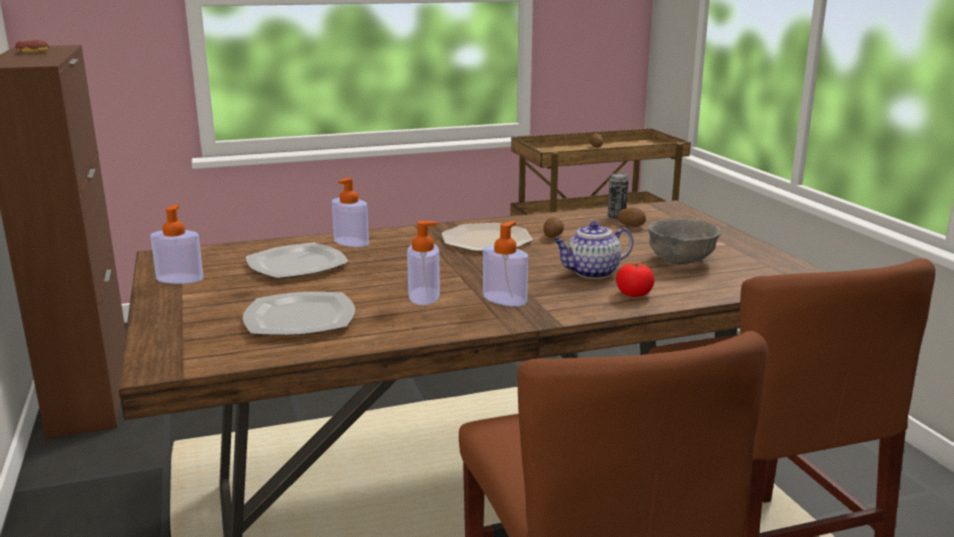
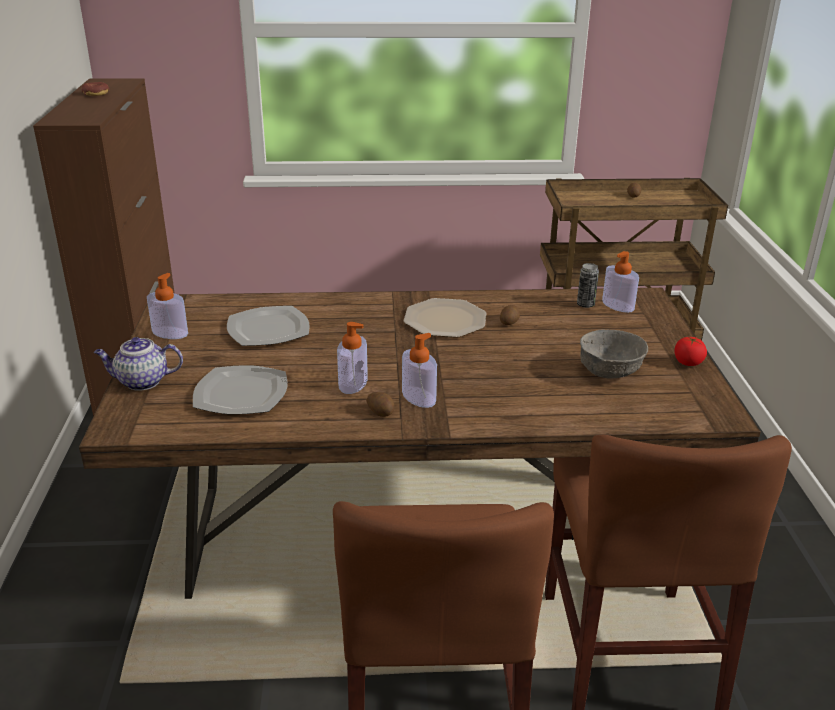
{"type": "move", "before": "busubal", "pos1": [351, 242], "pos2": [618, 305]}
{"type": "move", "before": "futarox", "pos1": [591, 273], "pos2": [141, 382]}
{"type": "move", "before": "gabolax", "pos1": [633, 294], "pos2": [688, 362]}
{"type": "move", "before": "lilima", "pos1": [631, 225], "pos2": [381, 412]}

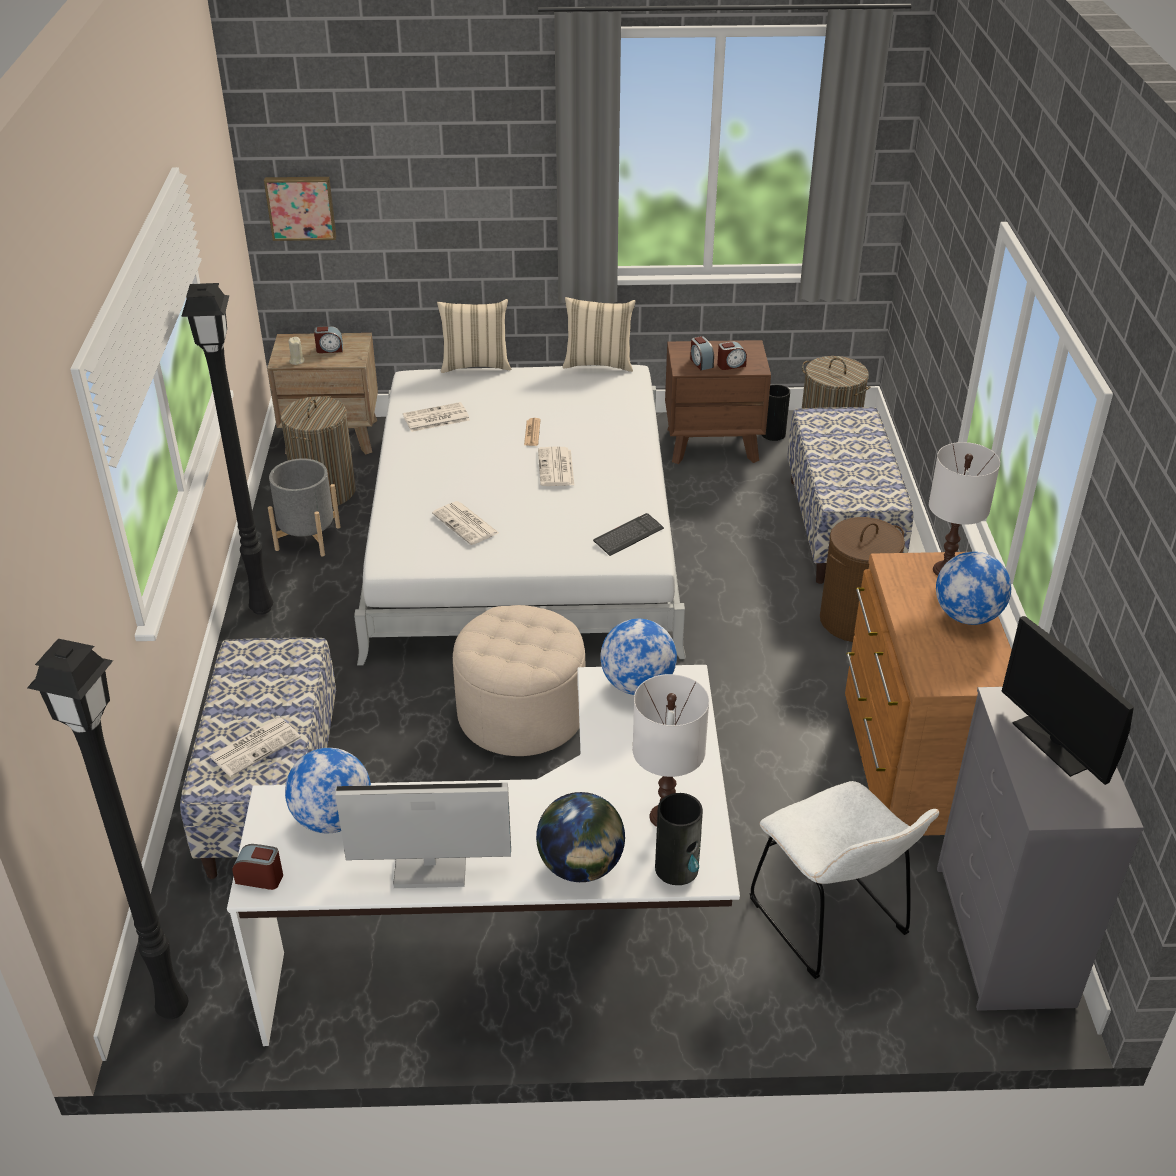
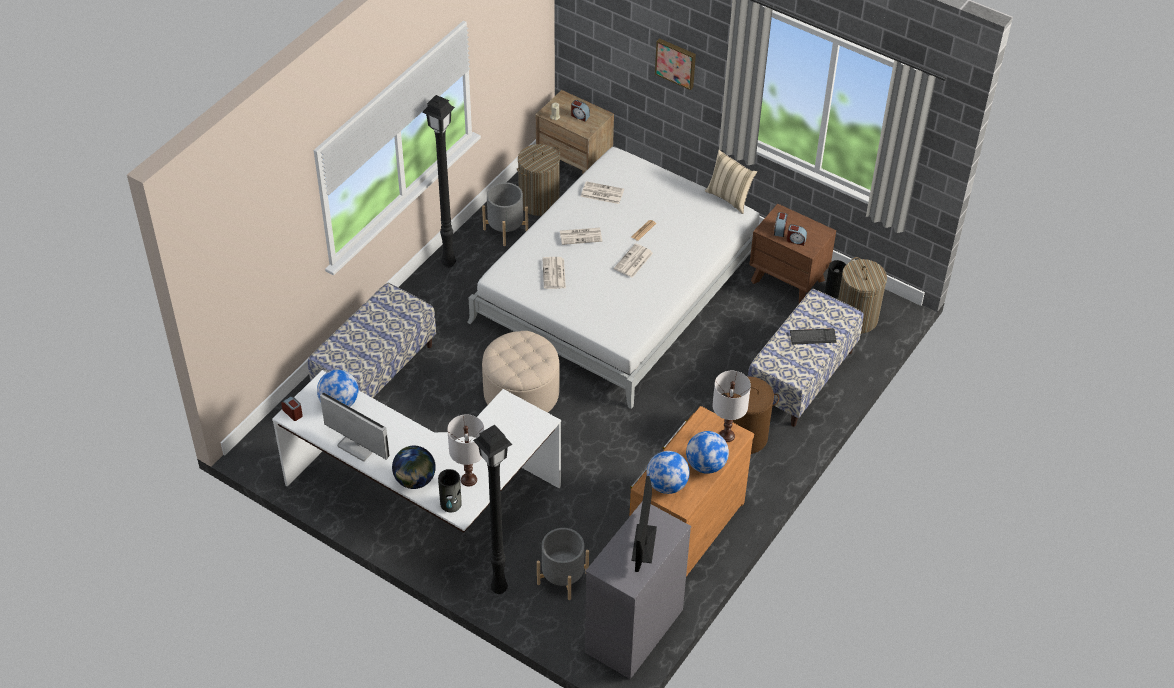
{"type": "delete", "before": "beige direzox", "pos1": [475, 365]}
{"type": "move", "before": "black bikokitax", "pos1": [170, 1009], "pos2": [497, 588]}
{"type": "move", "before": "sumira", "pos1": [255, 746], "pos2": [581, 236]}
{"type": "move", "before": "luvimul", "pos1": [301, 207], "pos2": [676, 62]}
{"type": "move", "before": "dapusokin", "pos1": [628, 536], "pos2": [812, 337]}
{"type": "move", "before": "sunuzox", "pos1": [637, 685], "pos2": [666, 485]}
{"type": "replace", "before": "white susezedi", "after": "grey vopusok", "pos1": [832, 923], "pos2": [562, 578]}

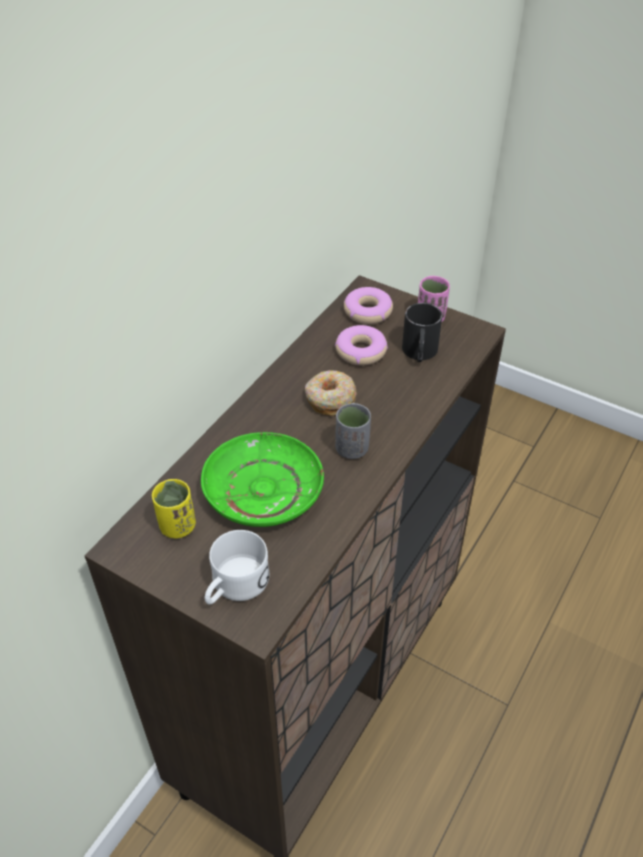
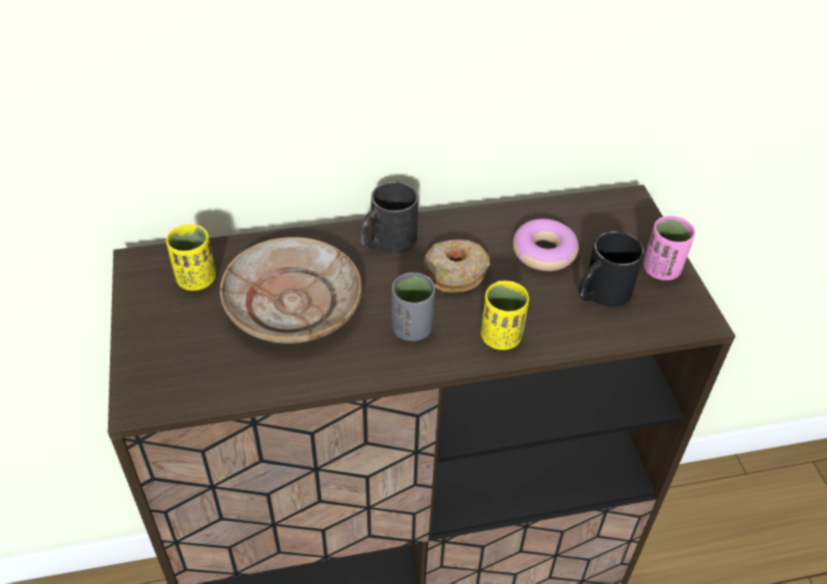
{"type": "delete", "before": "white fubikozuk", "pos1": [234, 586]}
{"type": "delete", "before": "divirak", "pos1": [367, 312]}
{"type": "insert", "after": "black fubikozuk", "pos2": [386, 242]}
{"type": "insert", "after": "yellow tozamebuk", "pos2": [501, 337]}
{"type": "recolor", "before": "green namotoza", "after": "beige namotoza", "pos1": [262, 490], "pos2": [293, 303]}

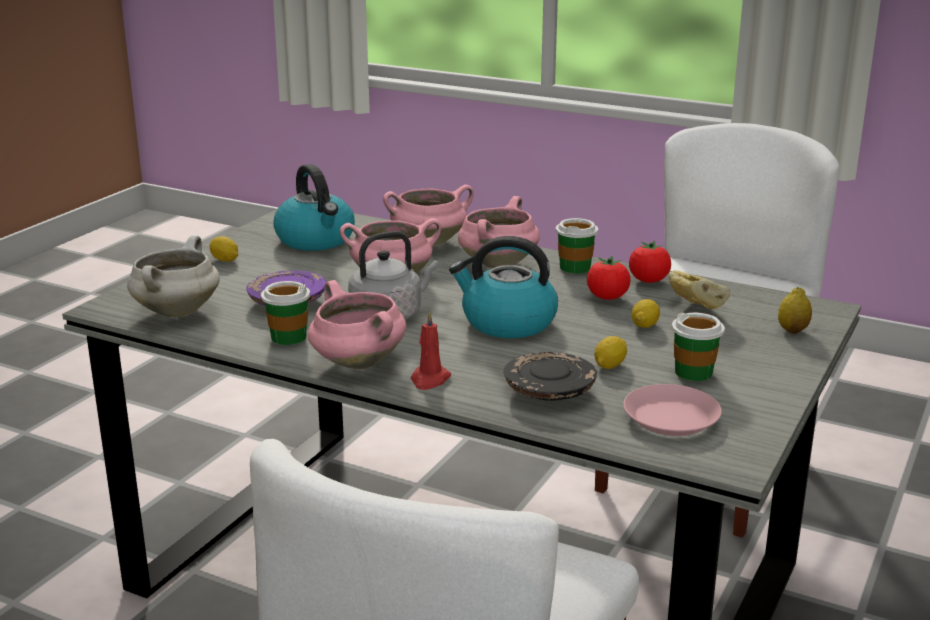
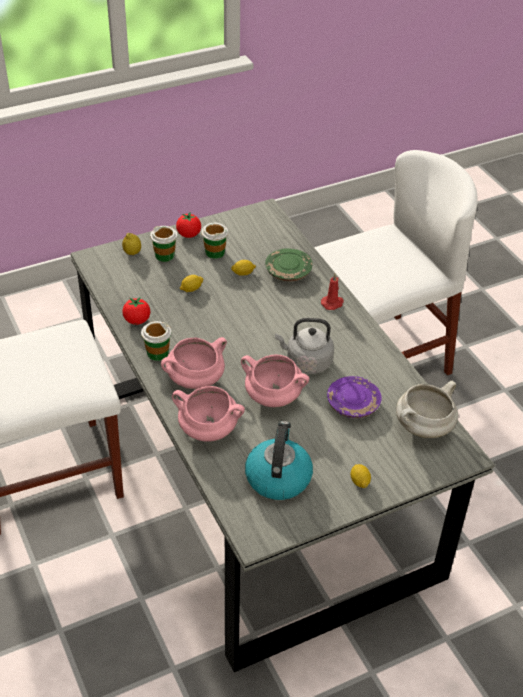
{"type": "delete", "before": "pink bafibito", "pos1": [356, 362]}
{"type": "delete", "before": "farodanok", "pos1": [507, 323]}
{"type": "delete", "before": "pink namotoza", "pos1": [671, 417]}
{"type": "delete", "before": "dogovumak", "pos1": [695, 309]}
{"type": "move", "before": "tozamebuk", "pos1": [288, 337], "pos2": [164, 255]}
{"type": "move", "before": "gabolax", "pos1": [607, 297], "pos2": [189, 234]}
{"type": "recolor", "before": "black namotoza", "after": "green namotoza", "pos1": [549, 391], "pos2": [288, 272]}

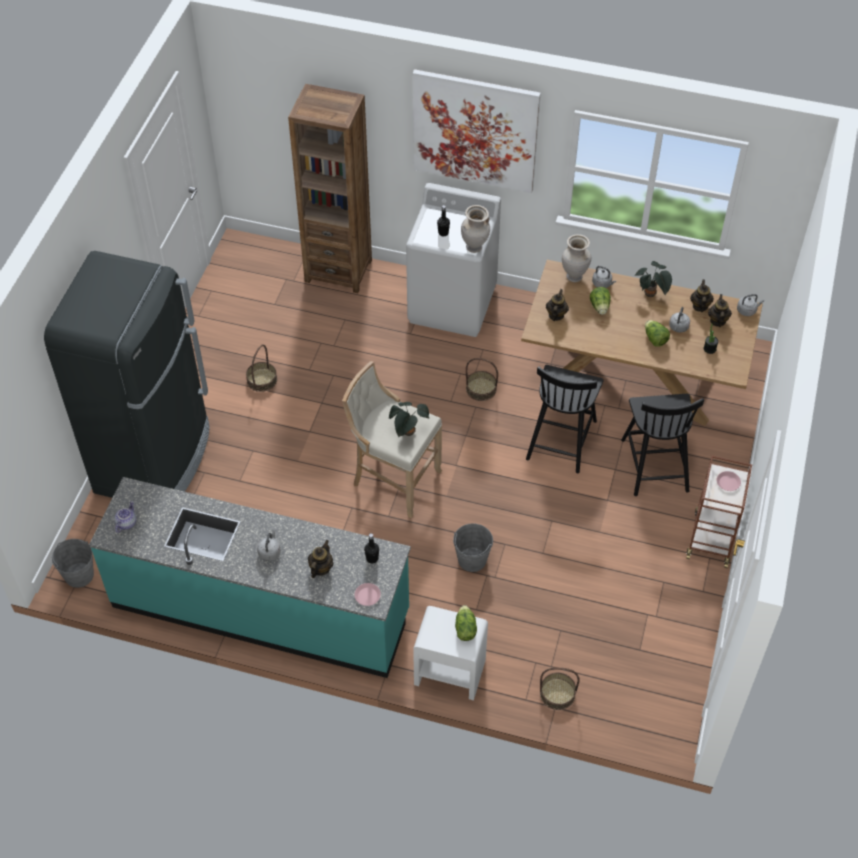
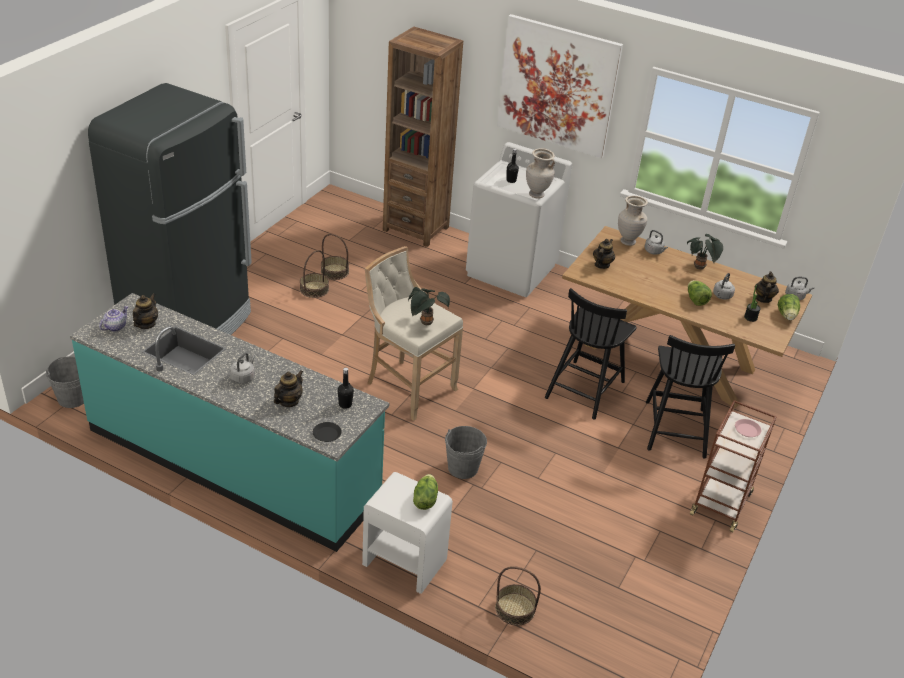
{"type": "move", "before": "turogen", "pos1": [481, 389], "pos2": [335, 272]}
{"type": "move", "before": "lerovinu", "pos1": [600, 307], "pos2": [787, 316]}
{"type": "move", "before": "futarox", "pos1": [699, 306], "pos2": [146, 324]}
{"type": "recolor", "before": "pink namotoza", "after": "black namotoza", "pos1": [367, 596], "pos2": [327, 434]}

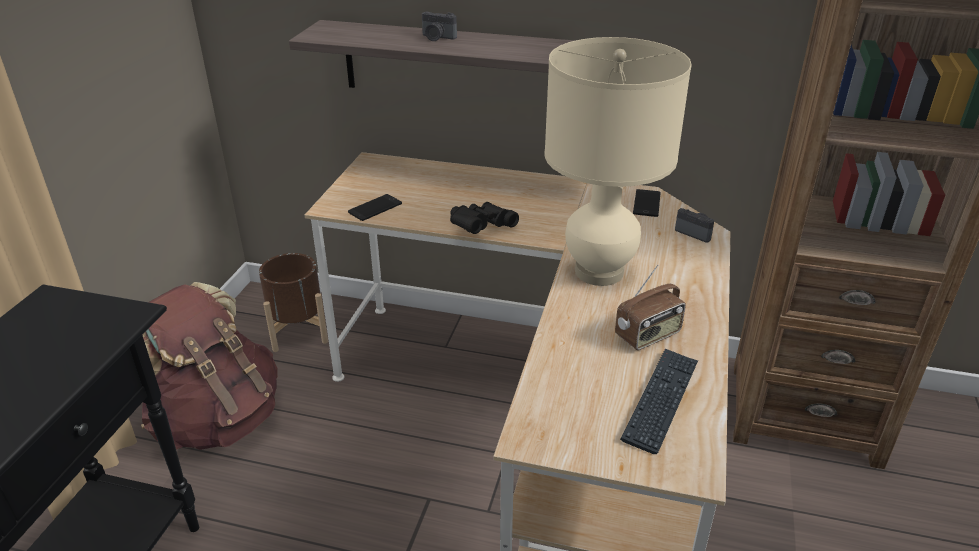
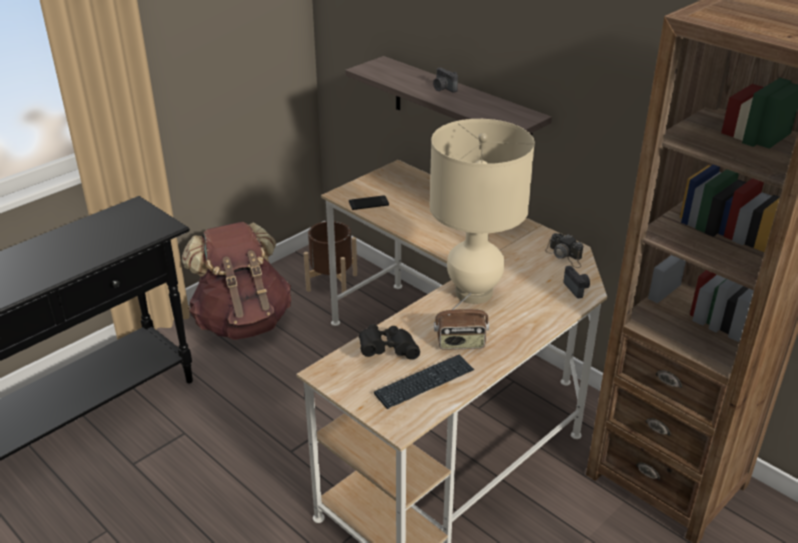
{"type": "move", "before": "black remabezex", "pos1": [480, 228], "pos2": [387, 350]}
{"type": "replace", "before": "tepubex", "after": "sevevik", "pos1": [646, 203], "pos2": [565, 256]}

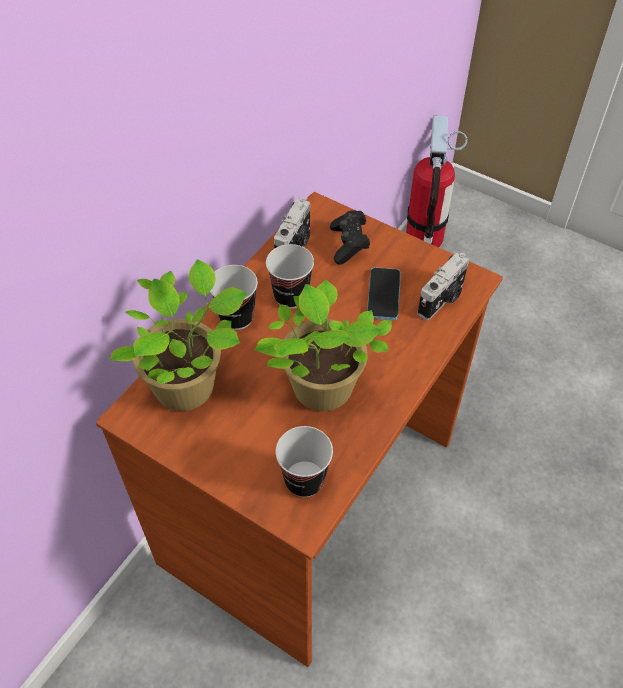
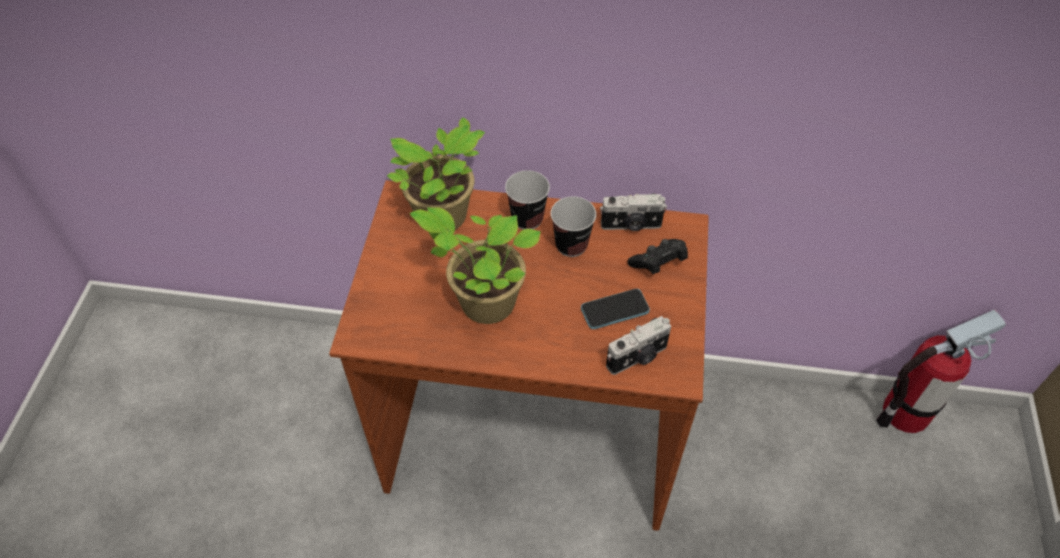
{"type": "delete", "before": "tozamebuk", "pos1": [304, 480]}
{"type": "rotate", "before": "sevevik", "pos1": [442, 299], "pos2": [638, 357], "turn": -45}

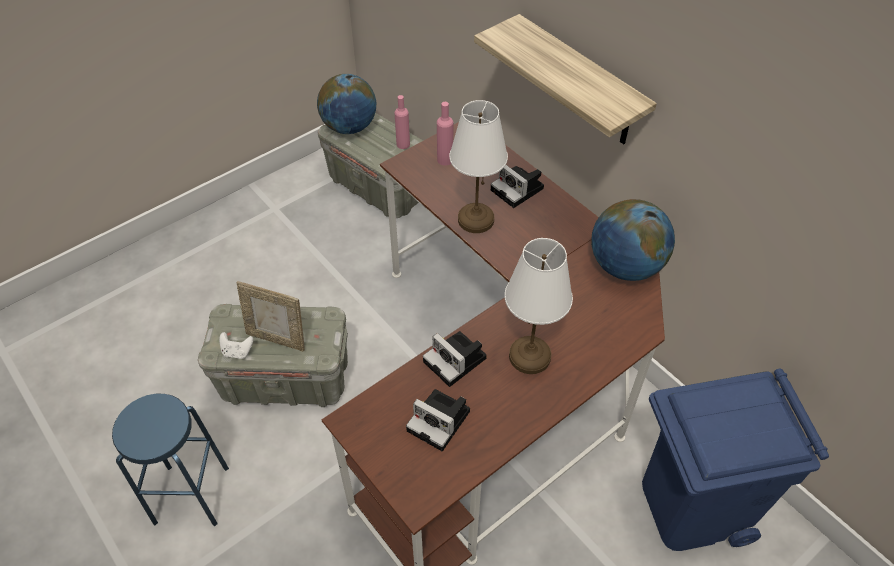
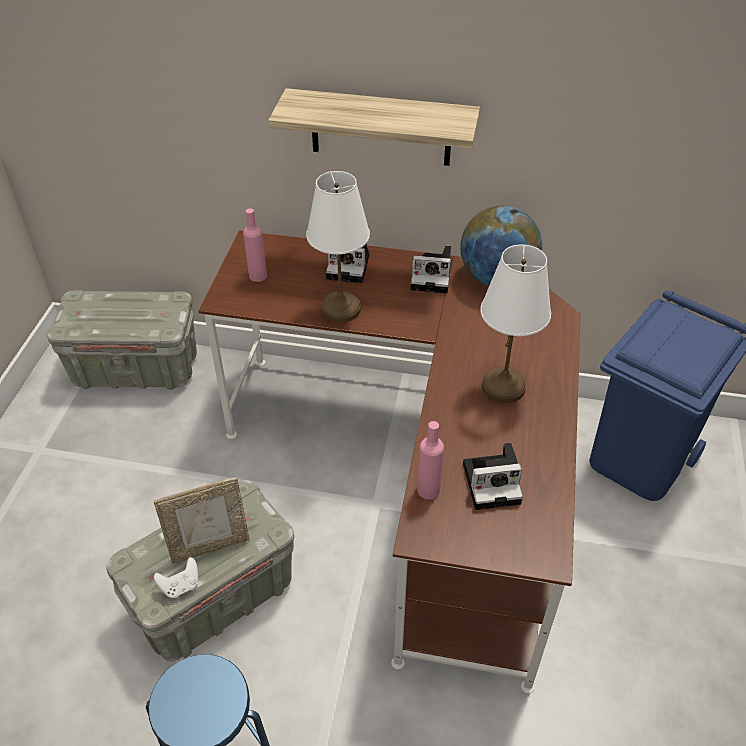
{"type": "delete", "before": "sunuzox", "pos1": [349, 127]}
{"type": "move", "before": "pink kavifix", "pos1": [403, 144], "pos2": [428, 490]}
{"type": "move", "before": "sevevik", "pos1": [457, 361], "pos2": [433, 276]}

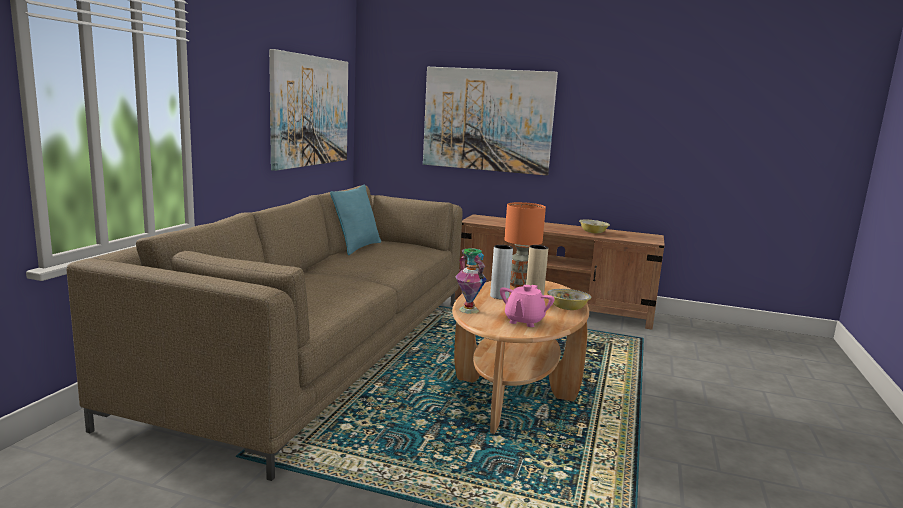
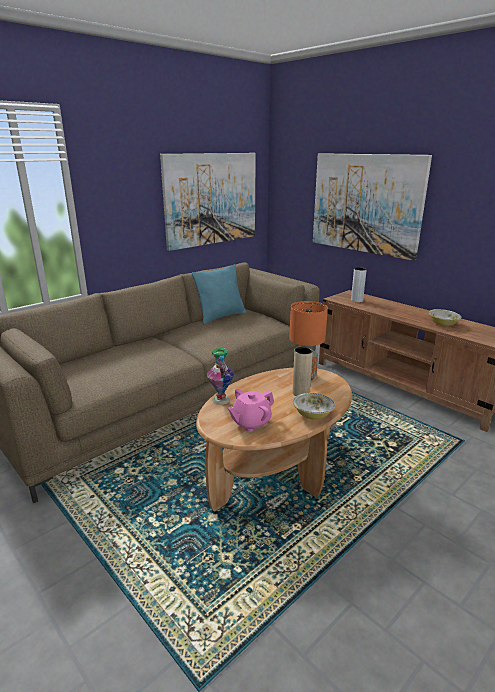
{"type": "move", "before": "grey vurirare", "pos1": [499, 296], "pos2": [357, 300]}

